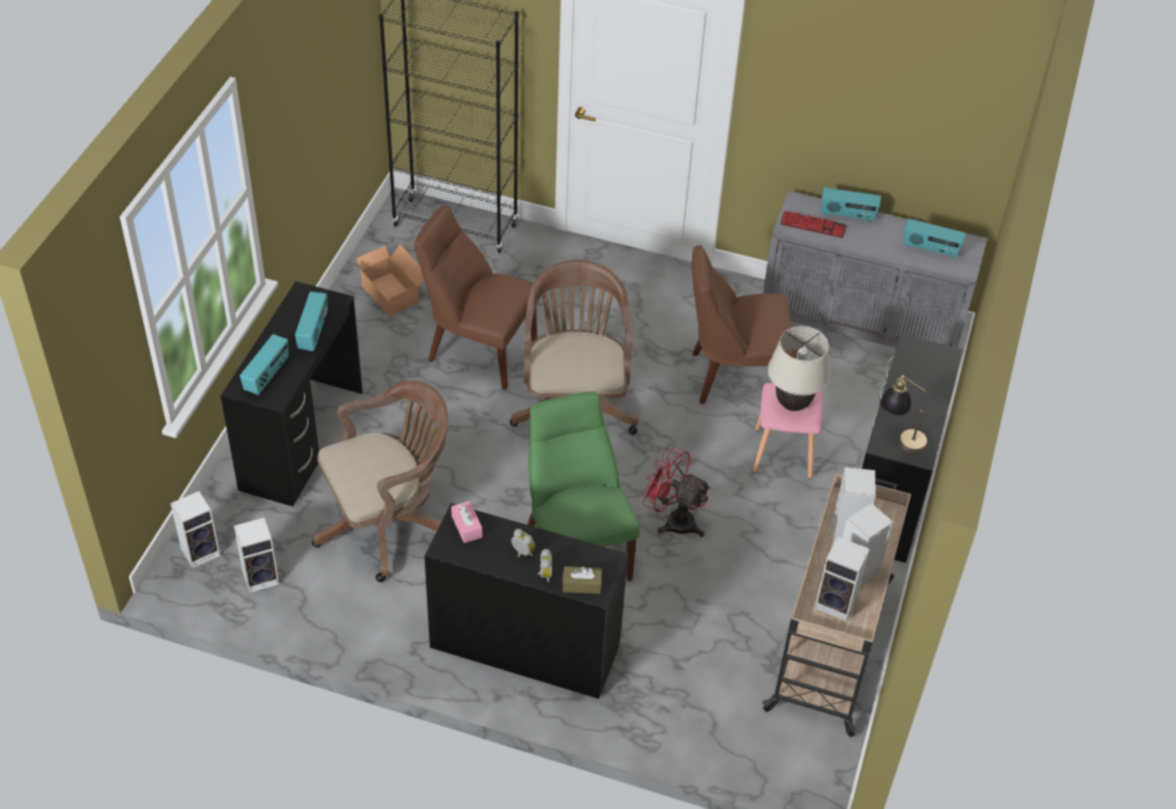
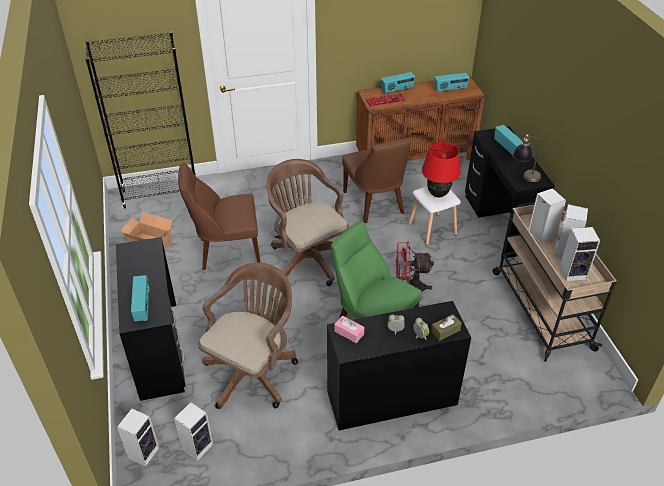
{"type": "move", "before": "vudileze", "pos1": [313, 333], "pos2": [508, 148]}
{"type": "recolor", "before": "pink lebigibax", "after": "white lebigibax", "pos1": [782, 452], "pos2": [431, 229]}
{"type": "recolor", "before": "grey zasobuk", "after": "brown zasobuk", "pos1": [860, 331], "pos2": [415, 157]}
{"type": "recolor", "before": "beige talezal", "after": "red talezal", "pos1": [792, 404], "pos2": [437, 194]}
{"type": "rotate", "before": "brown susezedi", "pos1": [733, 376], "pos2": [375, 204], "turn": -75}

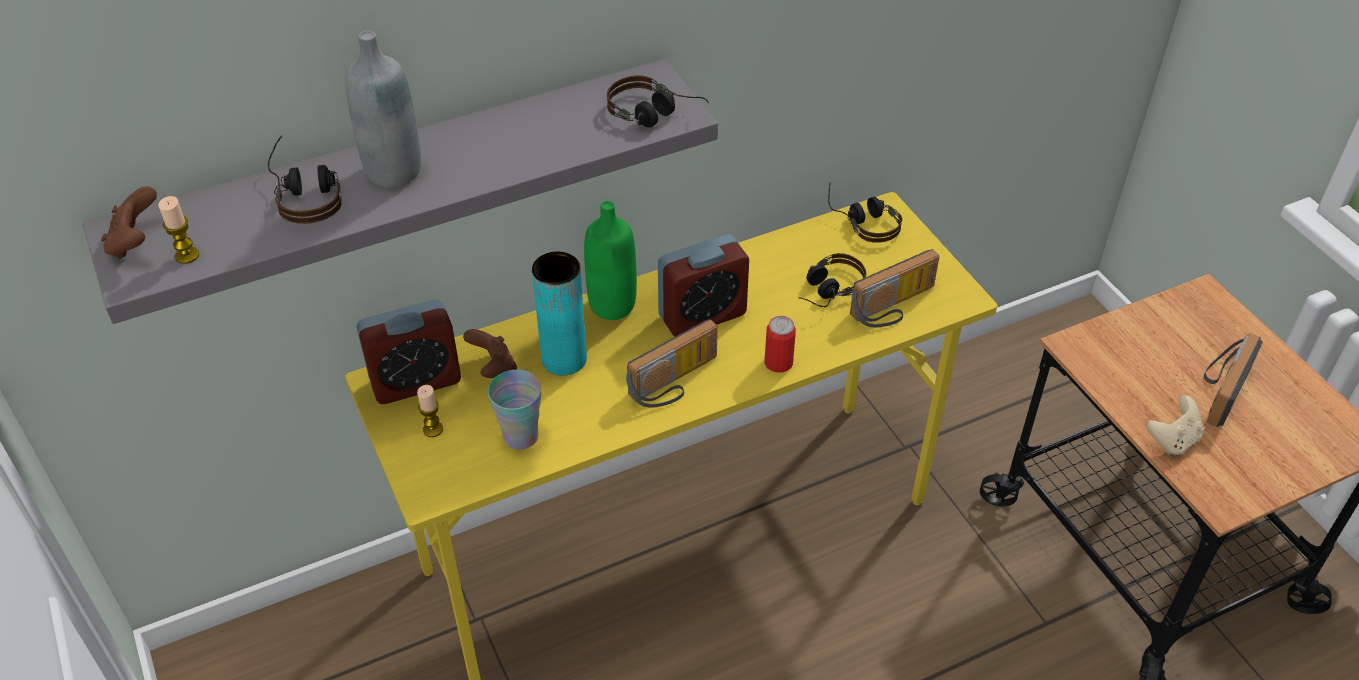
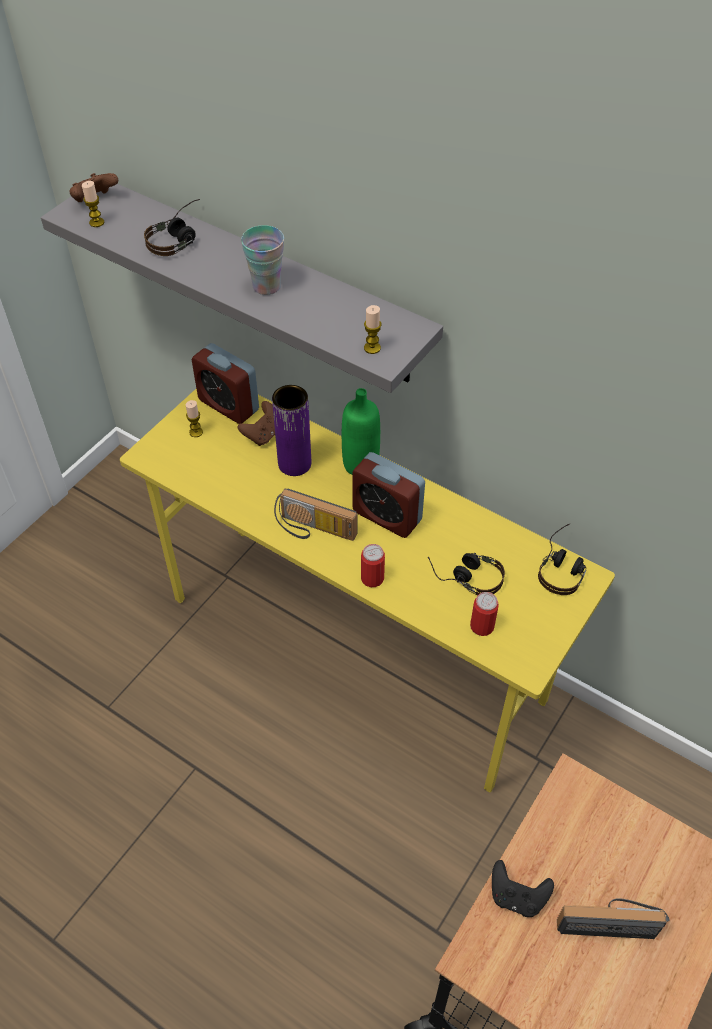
{"type": "delete", "before": "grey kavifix", "pos1": [393, 171]}
{"type": "move", "before": "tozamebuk", "pos1": [520, 436], "pos2": [266, 286]}
{"type": "replace", "before": "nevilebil", "after": "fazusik", "pos1": [656, 116], "pos2": [372, 348]}
{"type": "replace", "before": "vudileze", "after": "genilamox", "pos1": [895, 307], "pos2": [482, 626]}
{"type": "recolor", "before": "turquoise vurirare", "after": "purple vurirare", "pos1": [564, 359], "pos2": [294, 464]}
{"type": "recolor", "before": "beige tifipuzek", "after": "black tifipuzek", "pos1": [1172, 440], "pos2": [517, 896]}

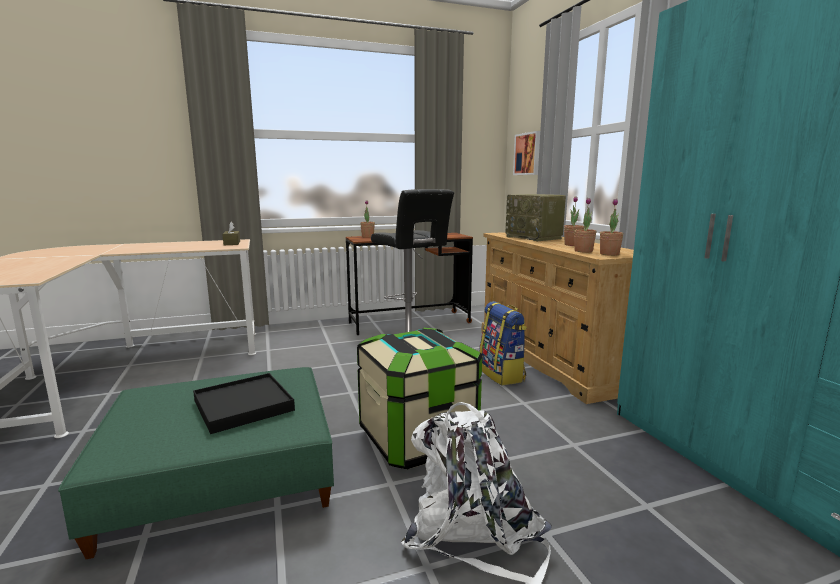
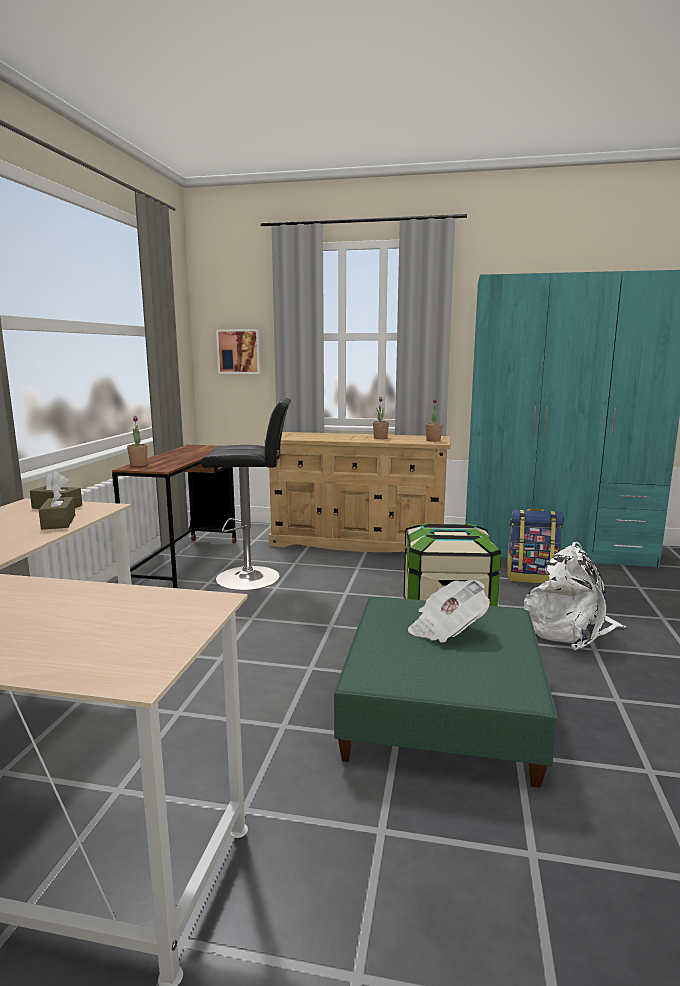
{"type": "delete", "before": "vudileze", "pos1": [534, 238]}
{"type": "delete", "before": "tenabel", "pos1": [583, 251]}
{"type": "insert", "after": "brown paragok", "pos2": [58, 522]}
{"type": "move", "before": "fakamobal", "pos1": [502, 375], "pos2": [532, 577]}
{"type": "replace", "before": "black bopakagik", "after": "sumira", "pos1": [243, 405], "pos2": [446, 629]}

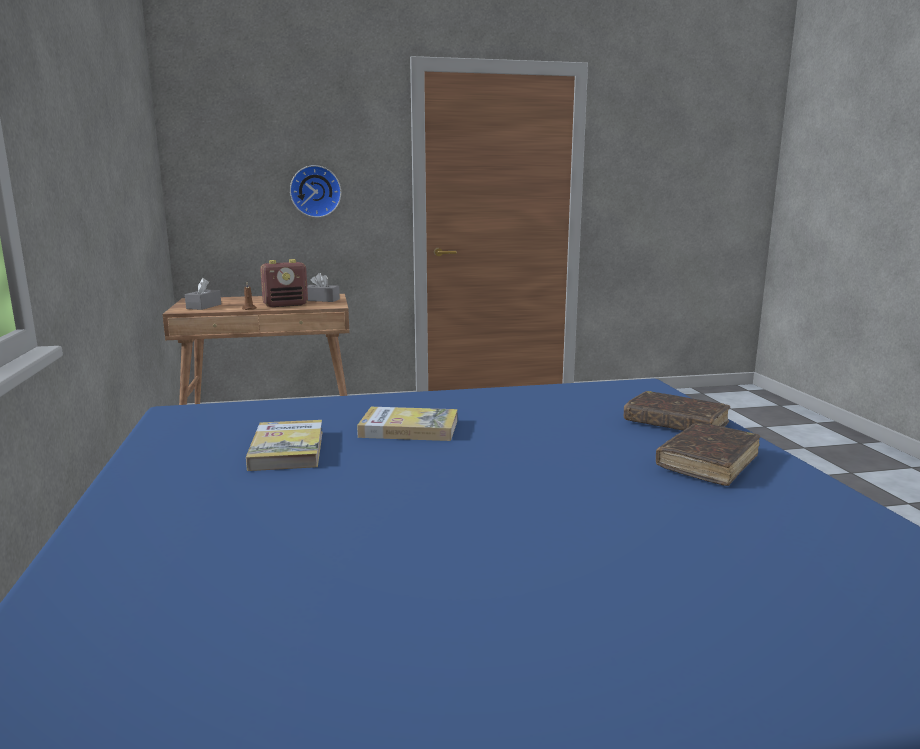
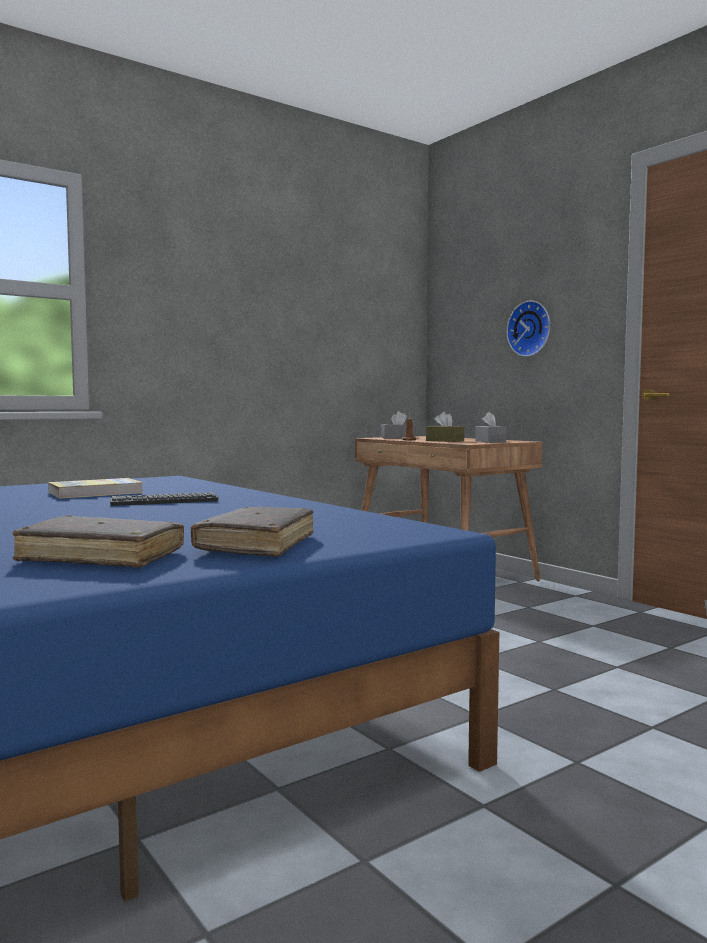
{"type": "replace", "before": "vudileze", "after": "brown paragok", "pos1": [286, 305], "pos2": [444, 441]}
{"type": "replace", "before": "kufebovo", "after": "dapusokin", "pos1": [409, 428], "pos2": [164, 501]}

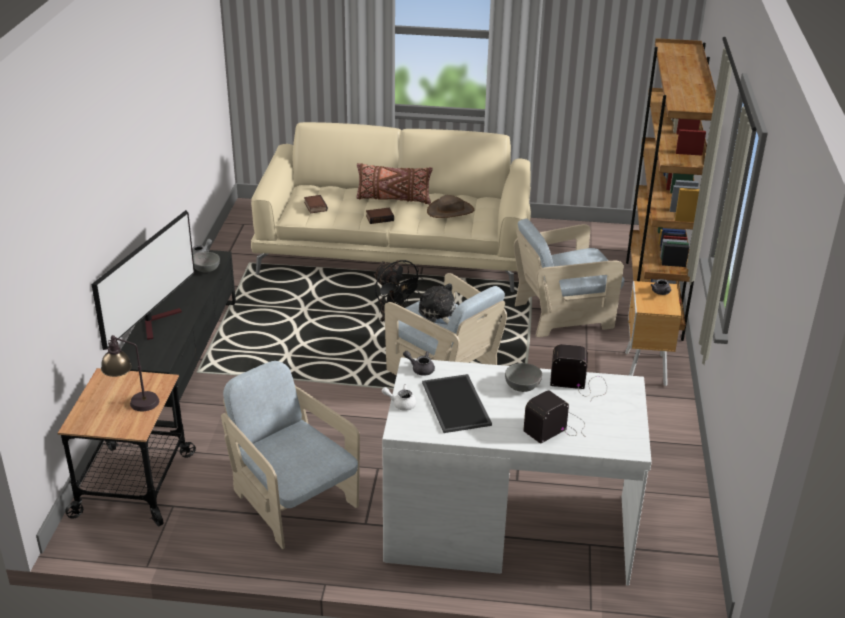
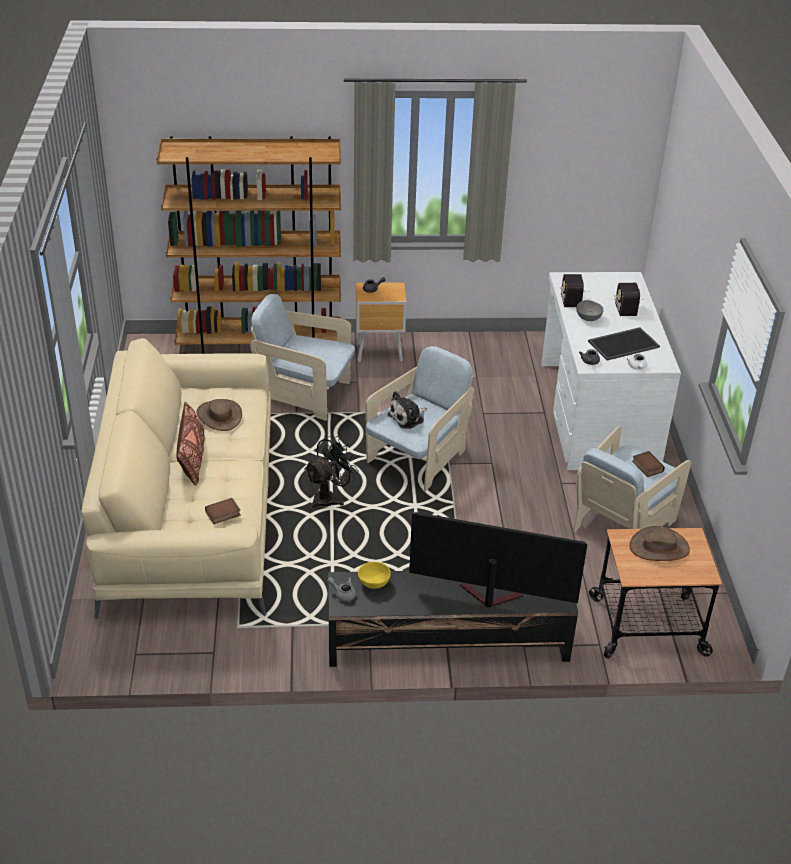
{"type": "move", "before": "kufebovo", "pos1": [380, 218], "pos2": [646, 466]}
{"type": "replace", "before": "talezal", "after": "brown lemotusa", "pos1": [133, 402], "pos2": [659, 547]}
{"type": "recolor", "before": "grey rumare", "after": "yellow rumare", "pos1": [206, 269], "pos2": [373, 583]}
{"type": "rotate", "before": "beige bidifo", "pos1": [563, 315], "pos2": [304, 394], "turn": 135}
{"type": "rotate", "before": "vudileze", "pos1": [556, 426], "pos2": [626, 304], "turn": 45}

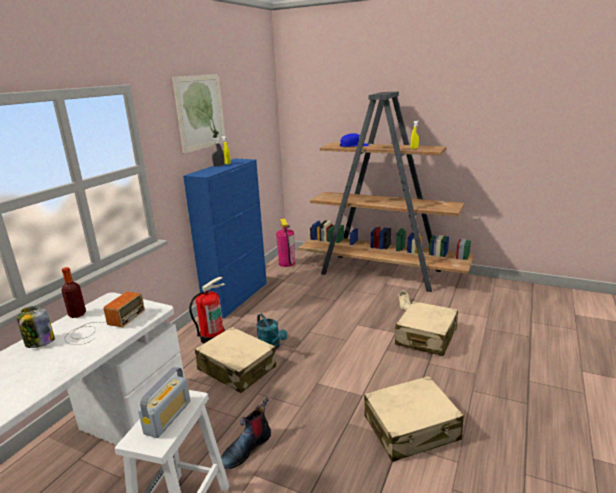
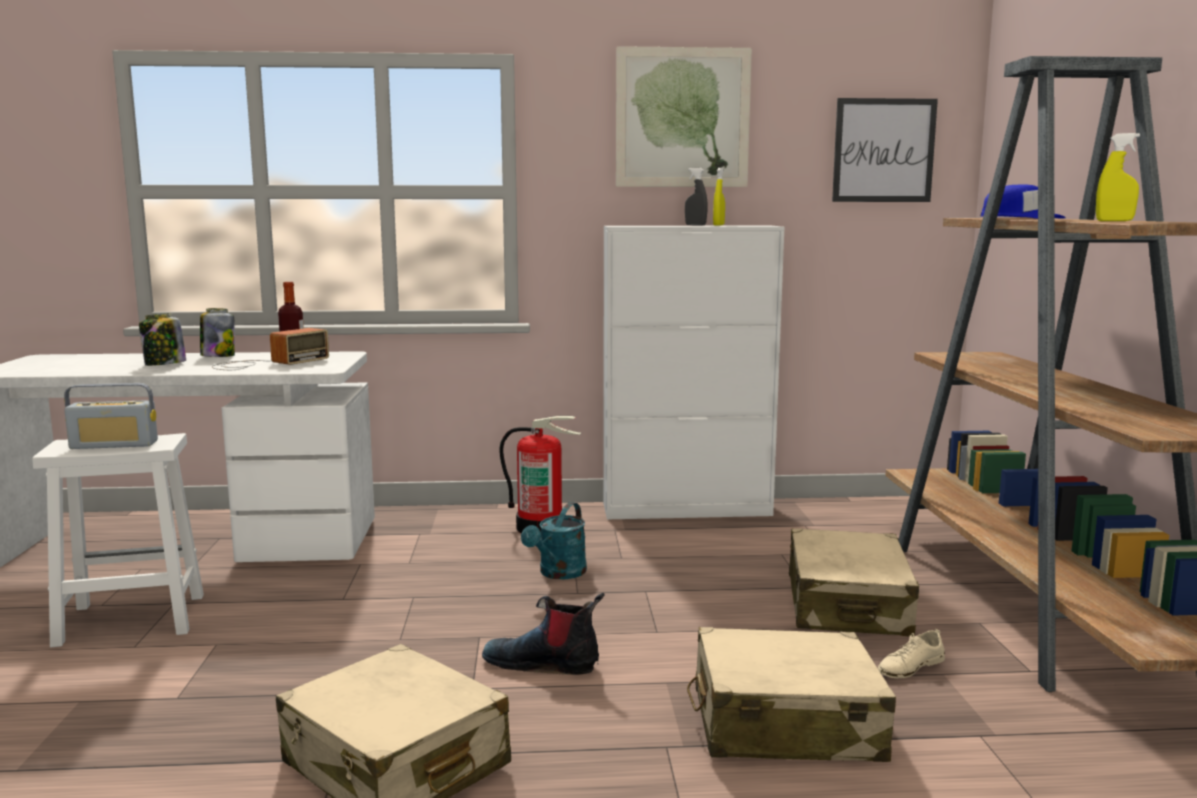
{"type": "delete", "before": "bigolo", "pos1": [286, 263]}
{"type": "insert", "after": "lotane", "pos2": [164, 364]}
{"type": "insert", "after": "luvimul", "pos2": [883, 150]}
{"type": "move", "before": "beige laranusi", "pos1": [237, 368], "pos2": [847, 605]}
{"type": "move", "before": "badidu", "pos1": [246, 448], "pos2": [543, 664]}
{"type": "recolor", "before": "blue zasobuk", "after": "white zasobuk", "pos1": [237, 297], "pos2": [687, 509]}
{"type": "rotate", "before": "vudileze", "pos1": [103, 326], "pos2": [266, 363], "turn": -45}

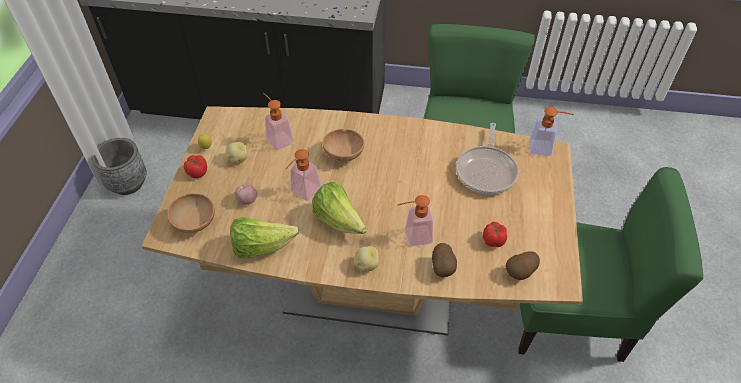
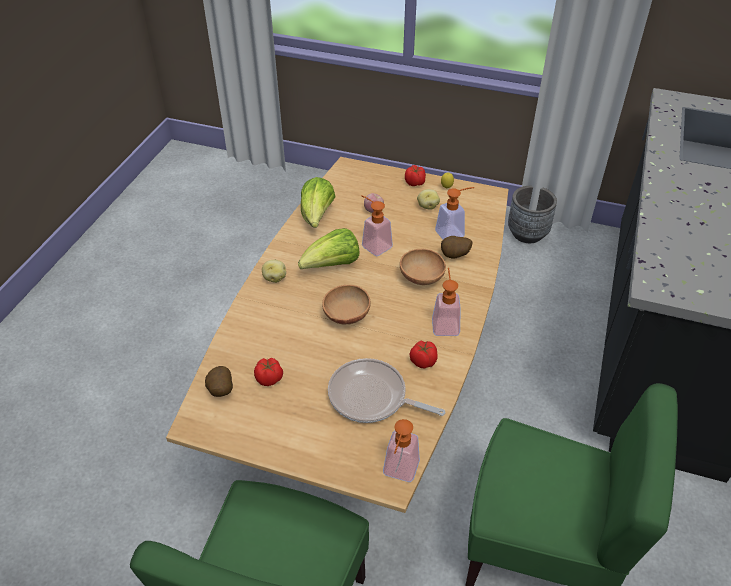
{"type": "insert", "after": "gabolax", "pos2": [422, 361]}
{"type": "move", "before": "brown rumare", "pos1": [194, 223], "pos2": [345, 316]}
{"type": "move", "before": "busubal", "pos1": [413, 236], "pos2": [445, 323]}
{"type": "move", "before": "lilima", "pos1": [443, 268], "pos2": [455, 256]}

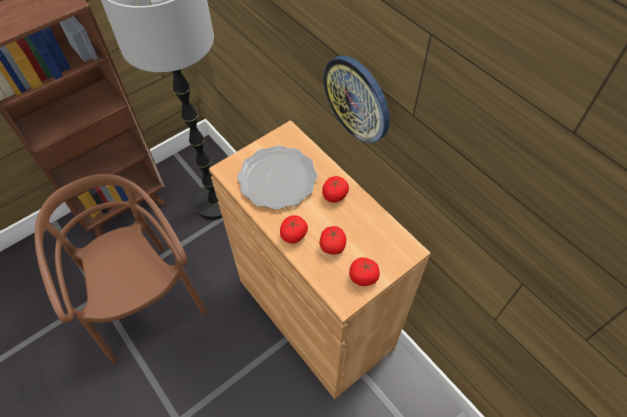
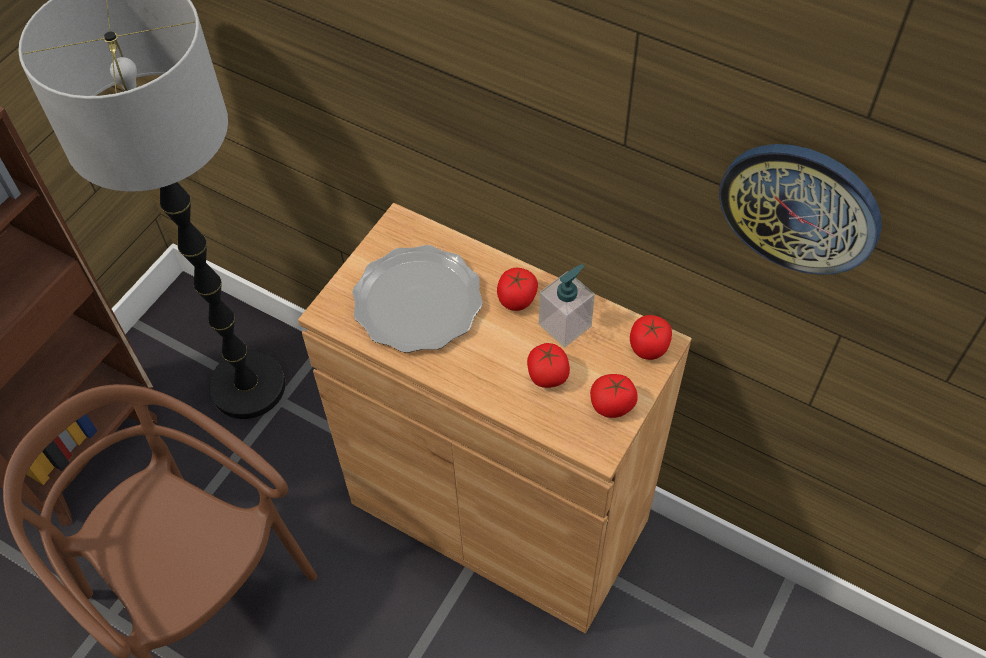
{"type": "insert", "after": "busubal", "pos2": [565, 325]}
{"type": "move", "before": "gabolax", "pos1": [293, 235], "pos2": [648, 347]}
{"type": "move", "before": "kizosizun", "pos1": [357, 99], "pos2": [800, 207]}

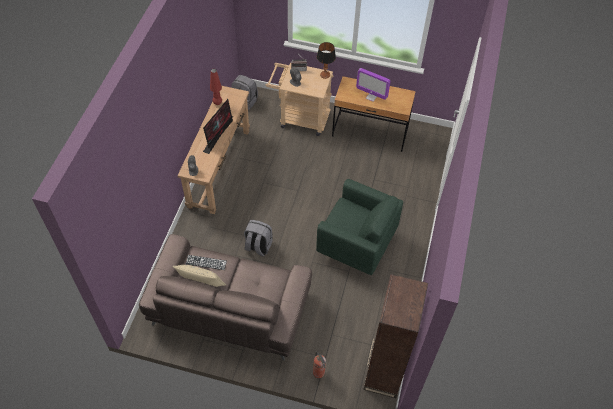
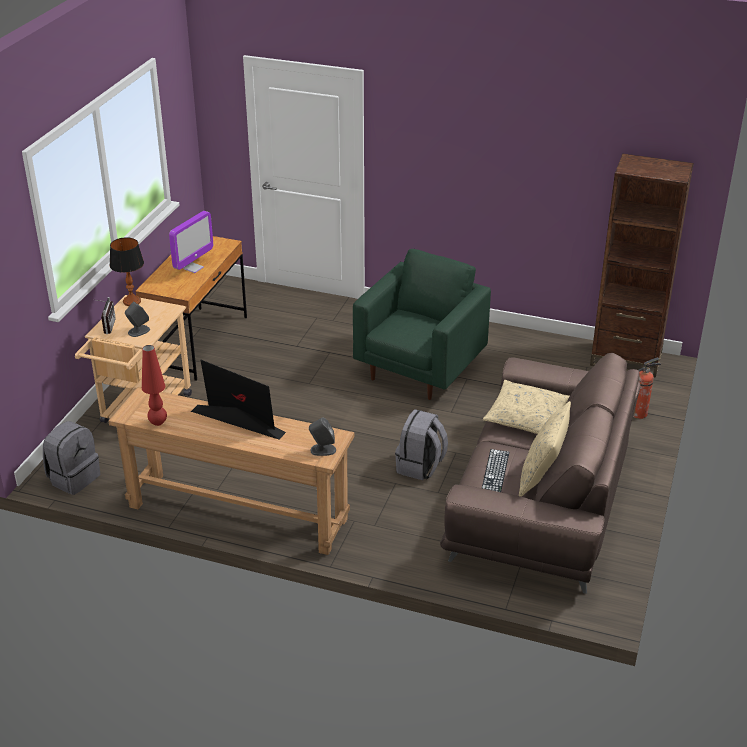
{"type": "insert", "after": "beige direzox", "pos2": [526, 417]}

